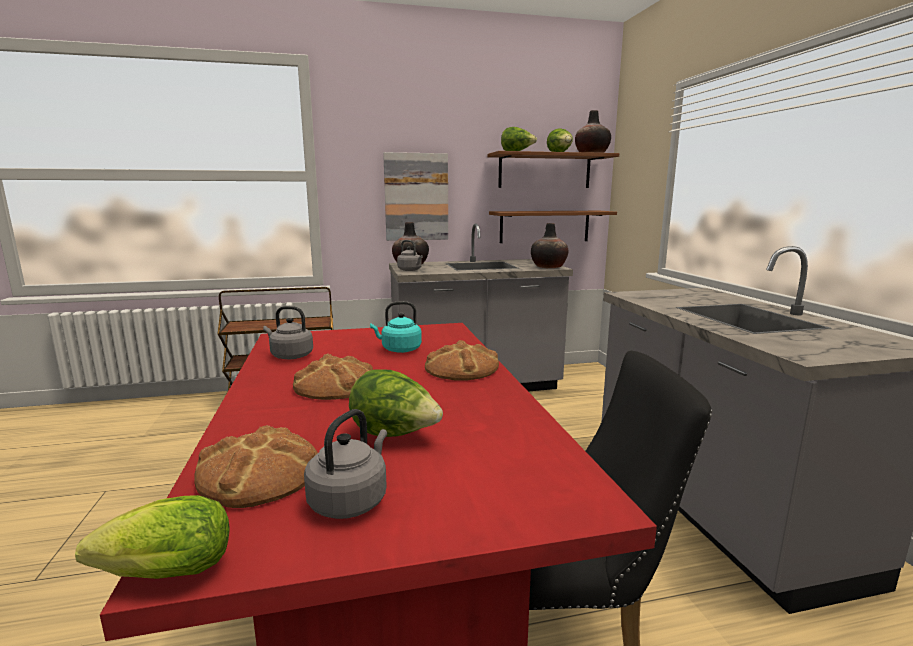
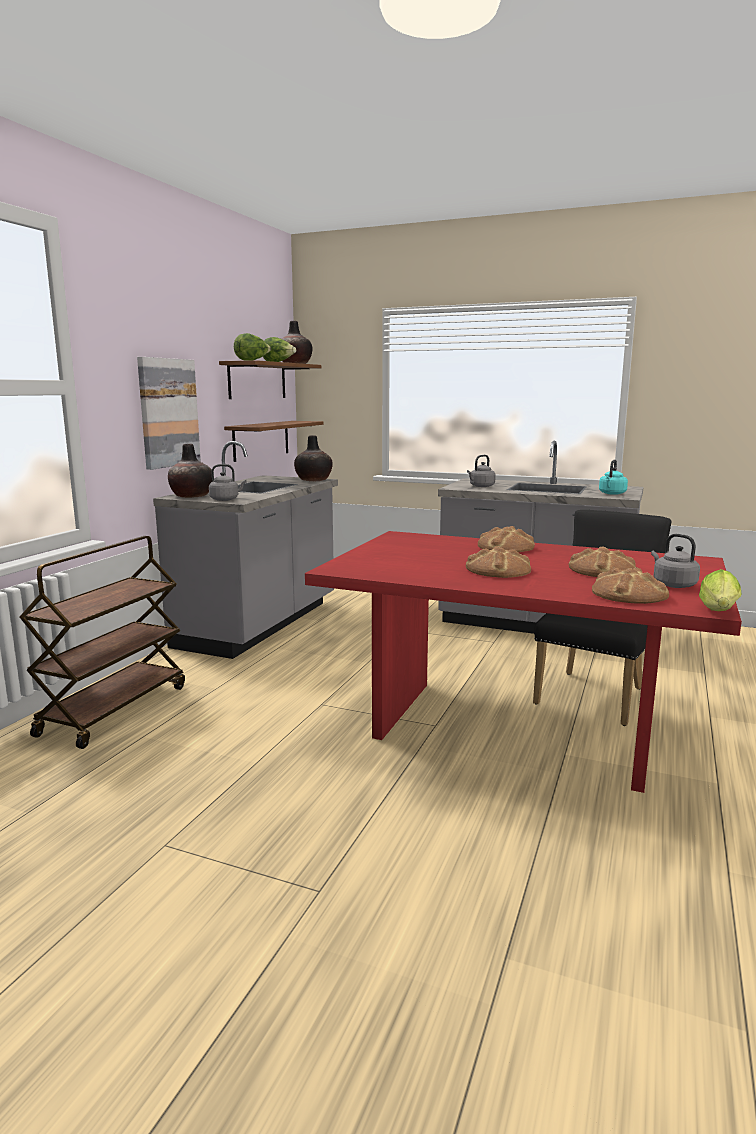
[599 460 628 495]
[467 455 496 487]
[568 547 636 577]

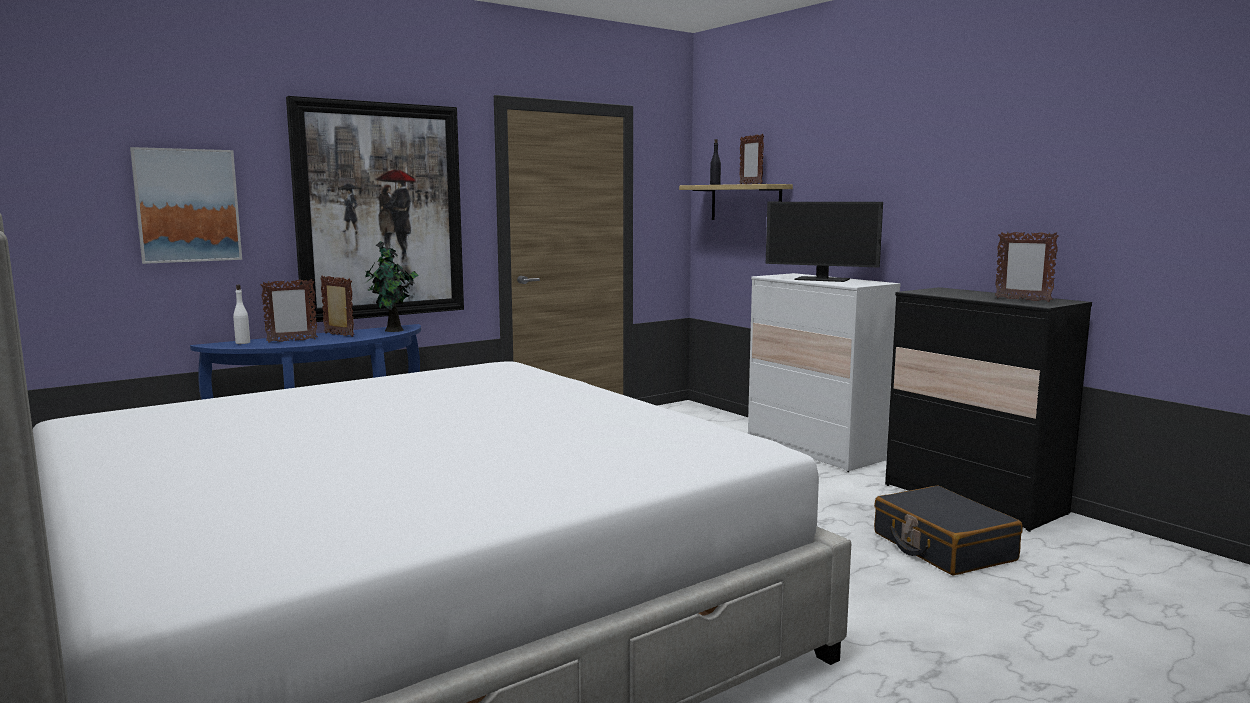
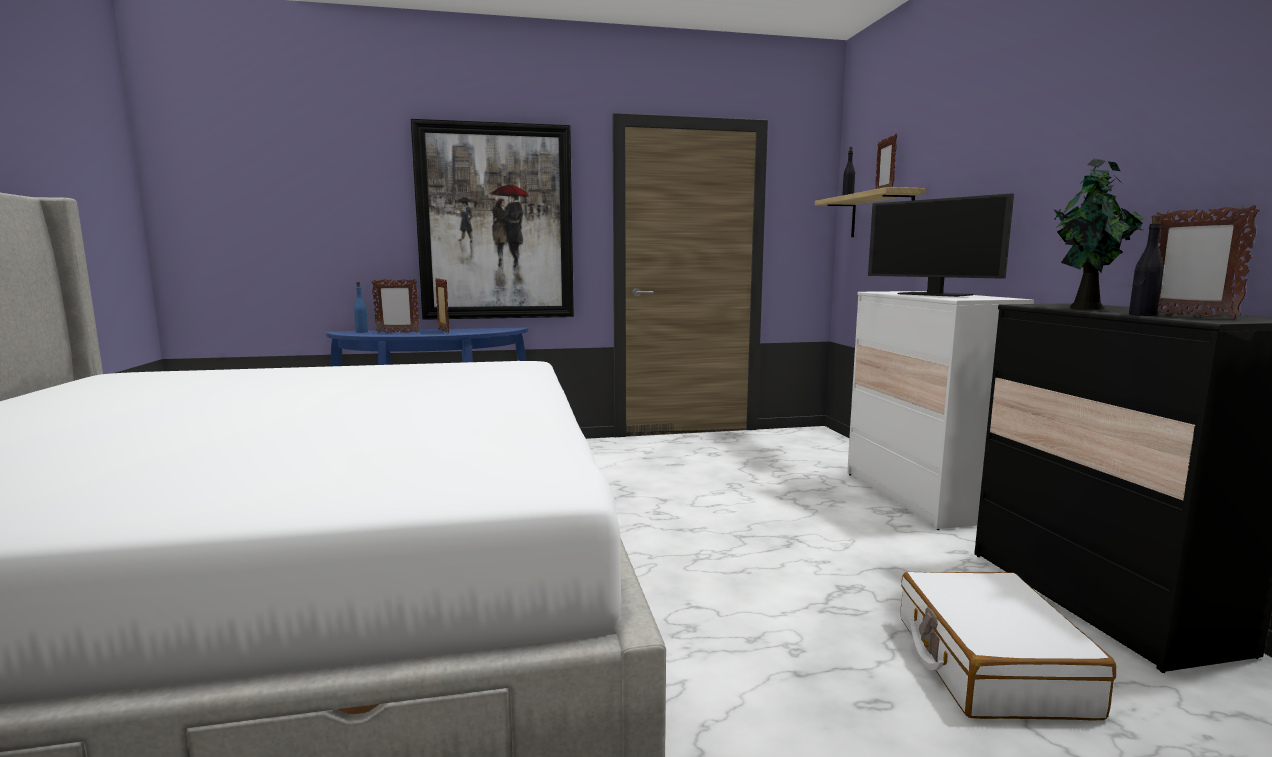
[130 147 242 264] (first image)
[1054 158 1144 310]
[354 282 368 333]
[901 572 1116 720]
[1129 215 1163 316]

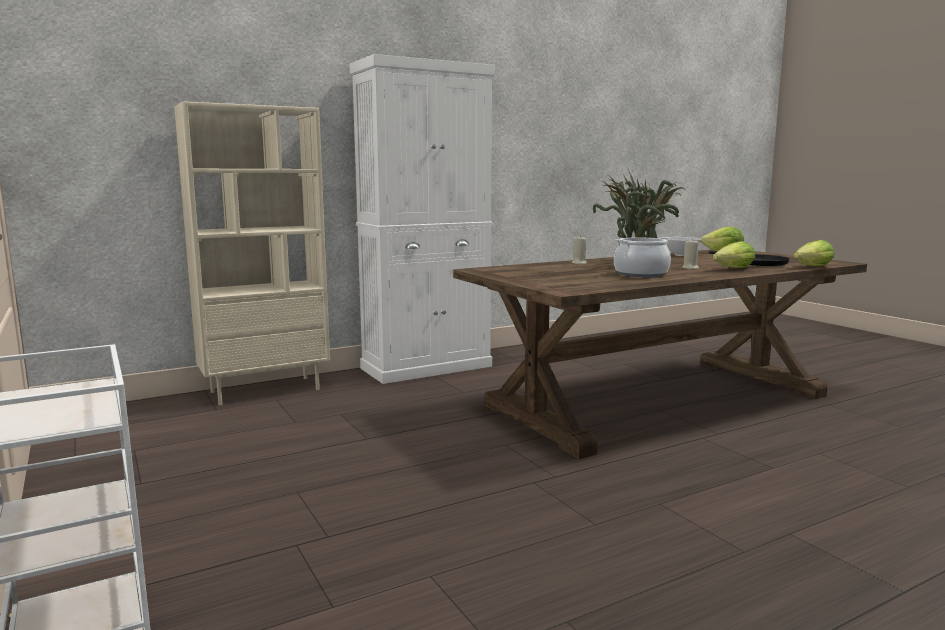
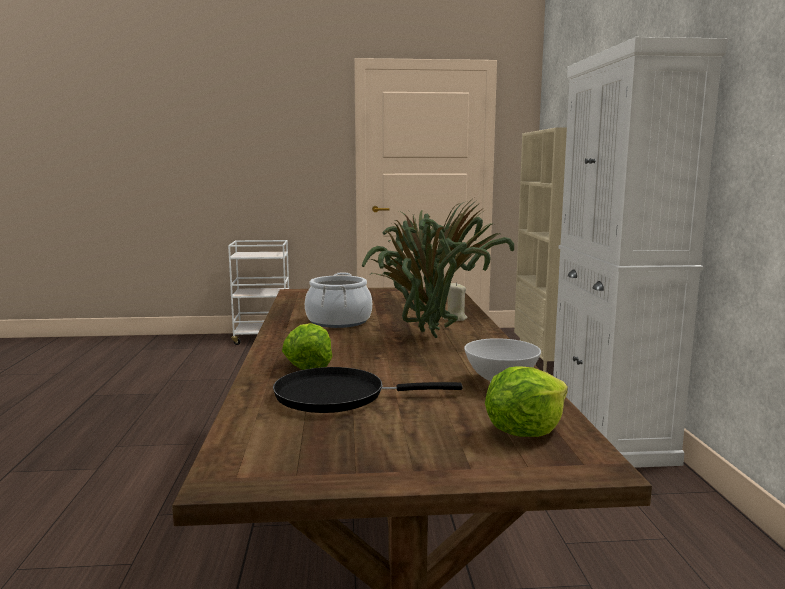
[682 239 699 269] (first image)
[793 240 835 266] (first image)

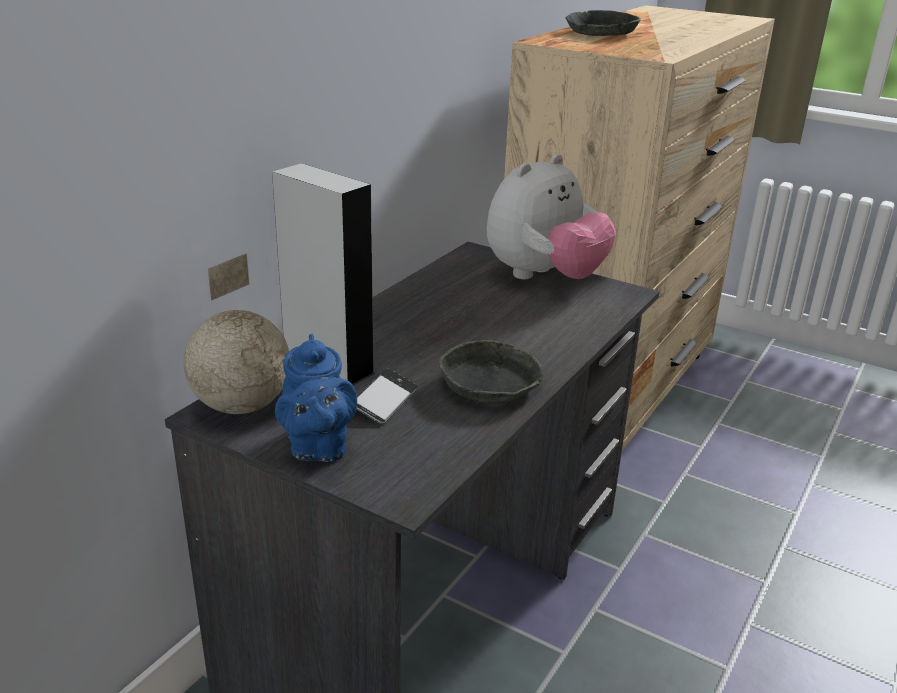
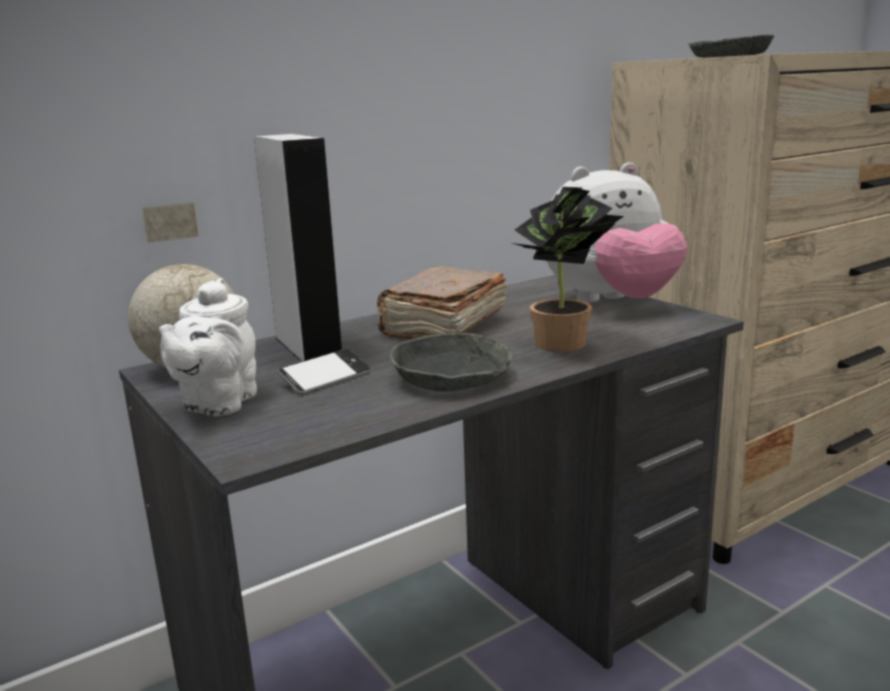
[159 278 257 416]
[512 187 624 352]
[377 266 507 339]

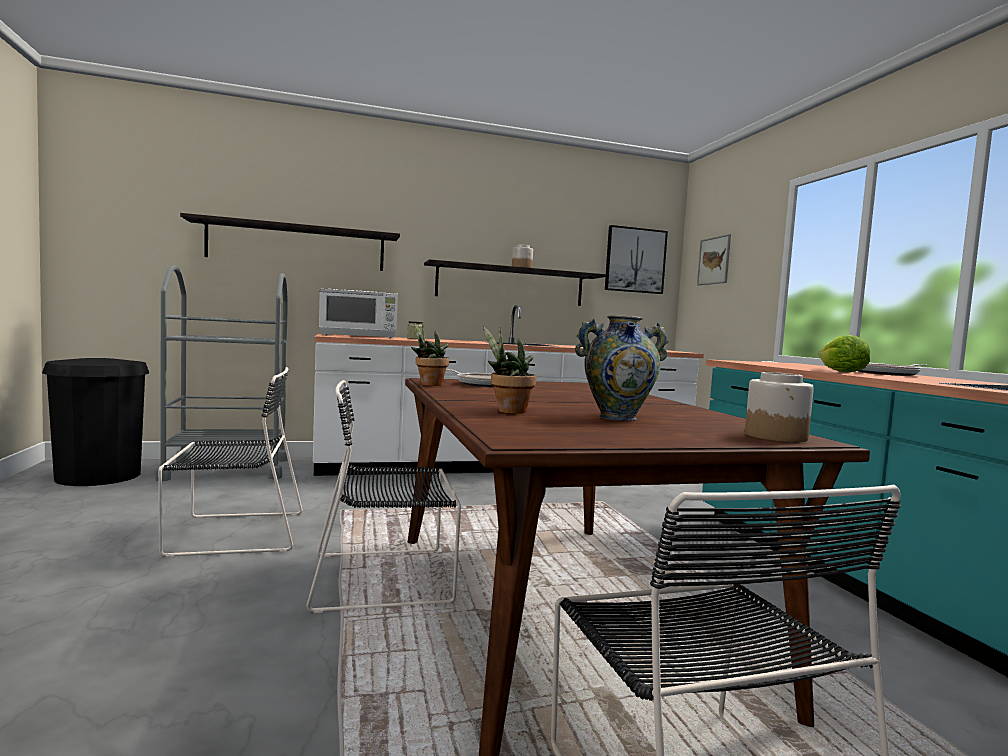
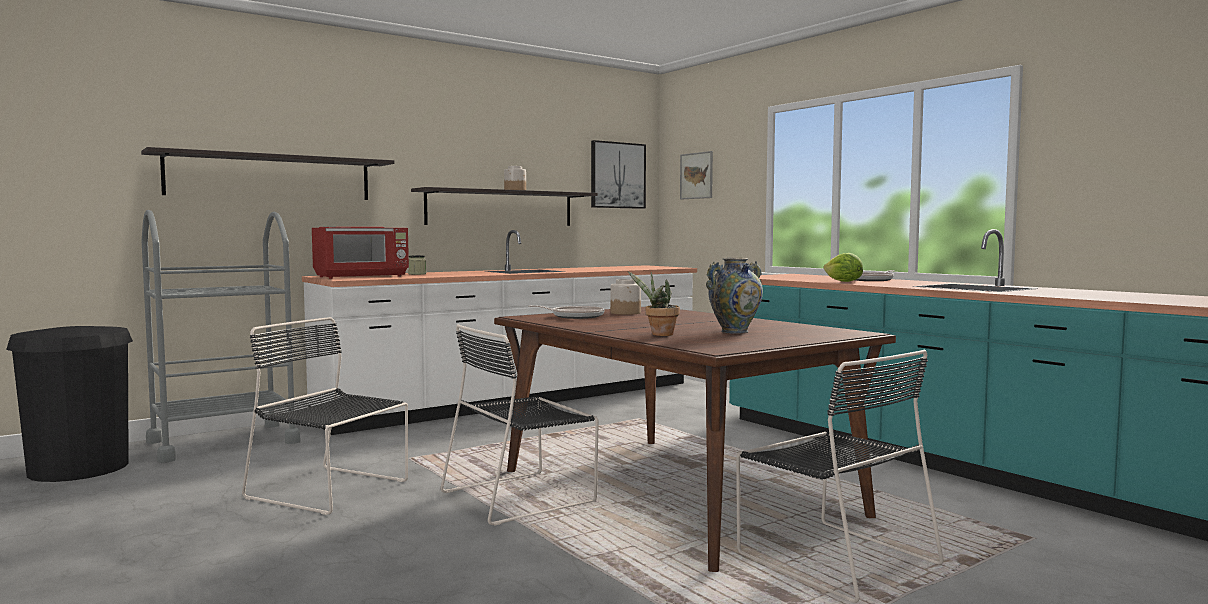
[312 227 409 279]
[411 323 449 386] (first image)
[242 317 408 515]
[610 279 641 315]

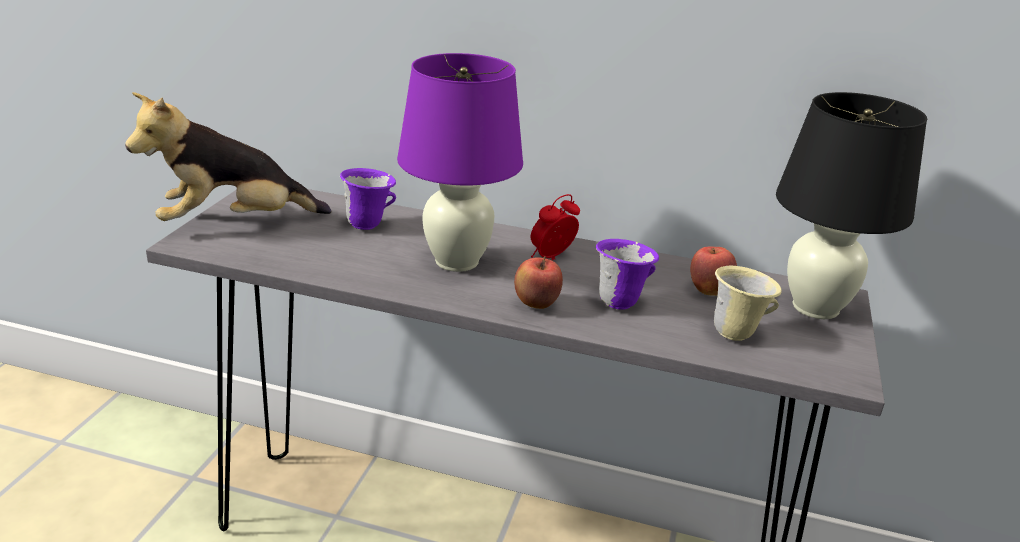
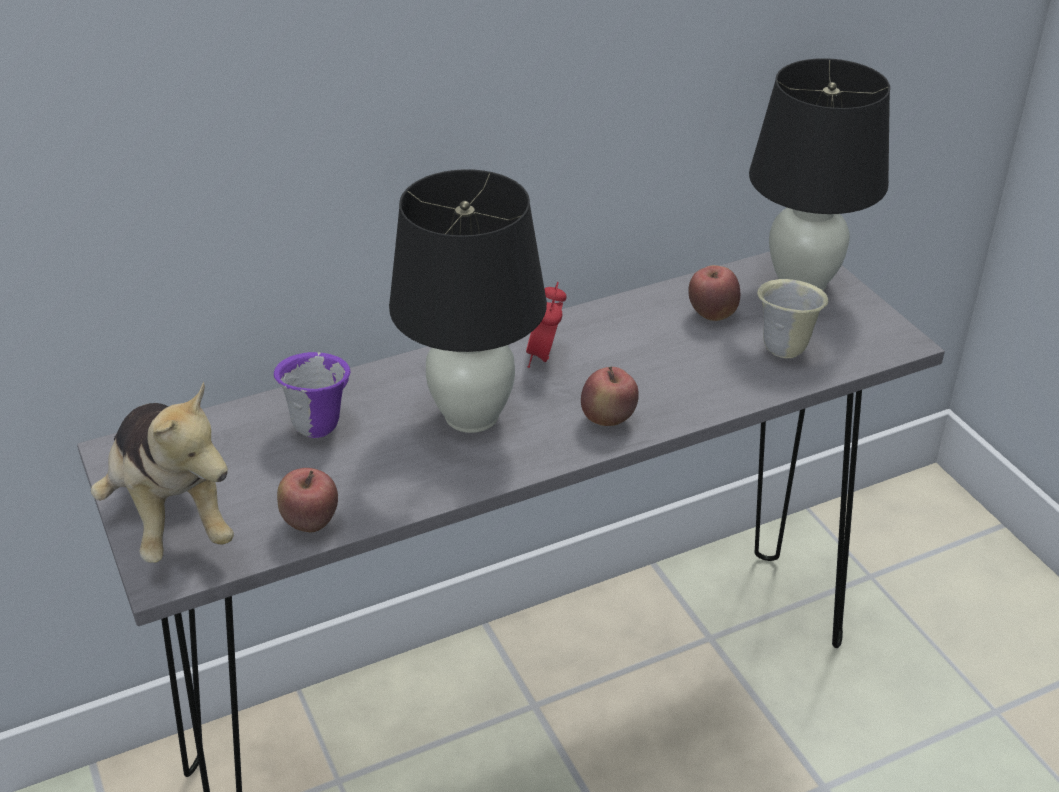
[389 169 547 433]
[91 382 234 563]
[596 239 659 310] (first image)
[277 468 338 532]

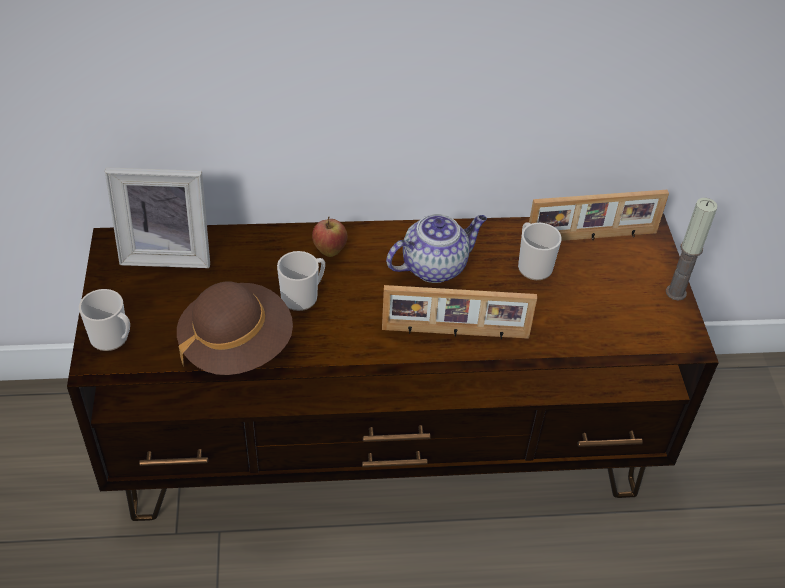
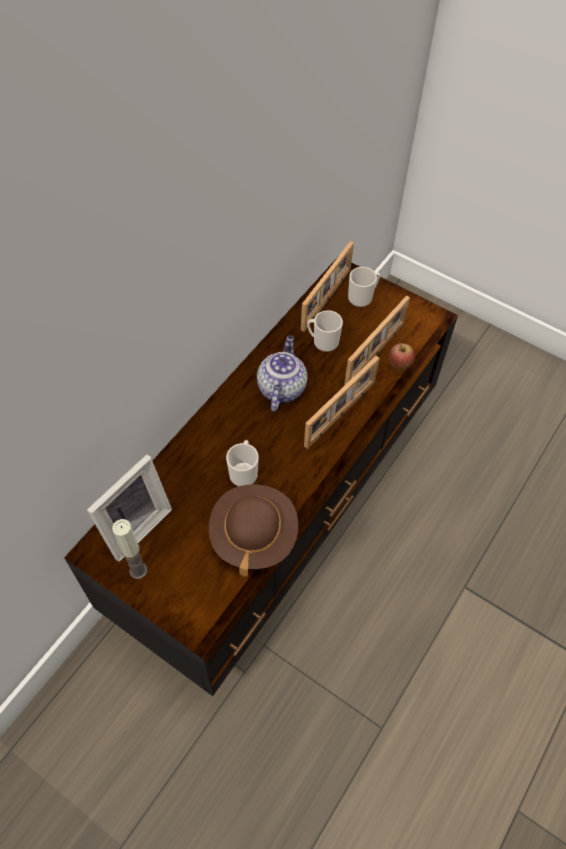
[112 519 147 579]
[389 343 415 370]
[348 267 380 307]
[344 296 410 385]

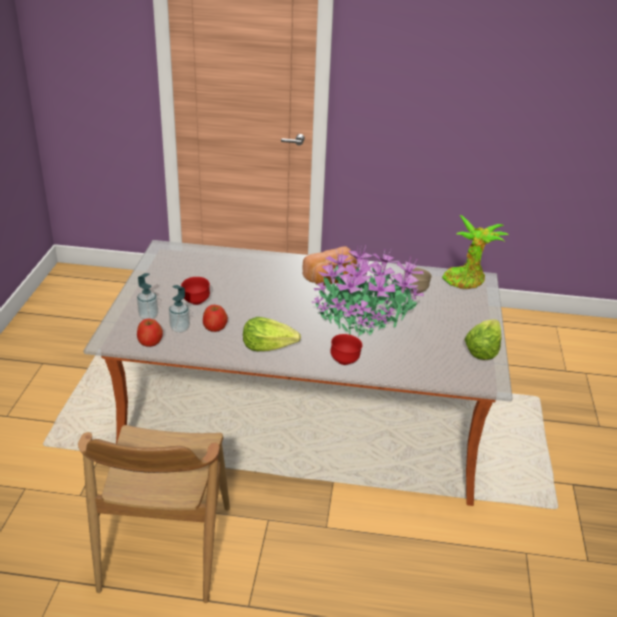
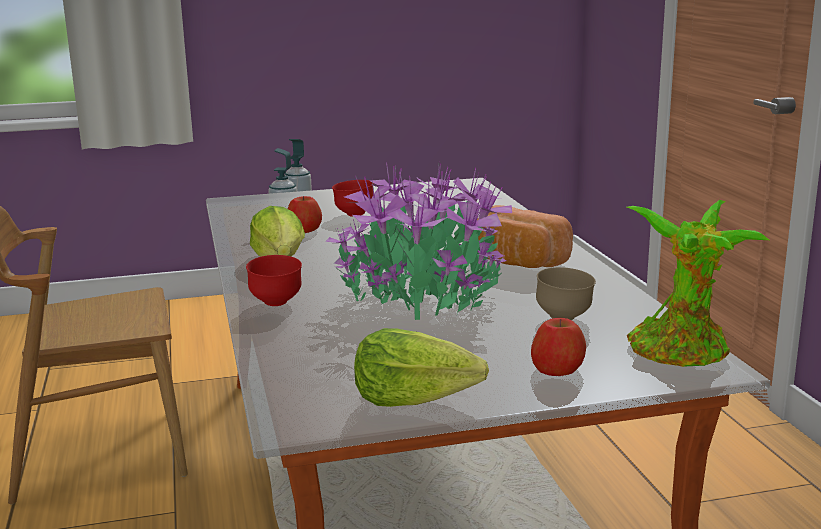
[531 318 586 376]

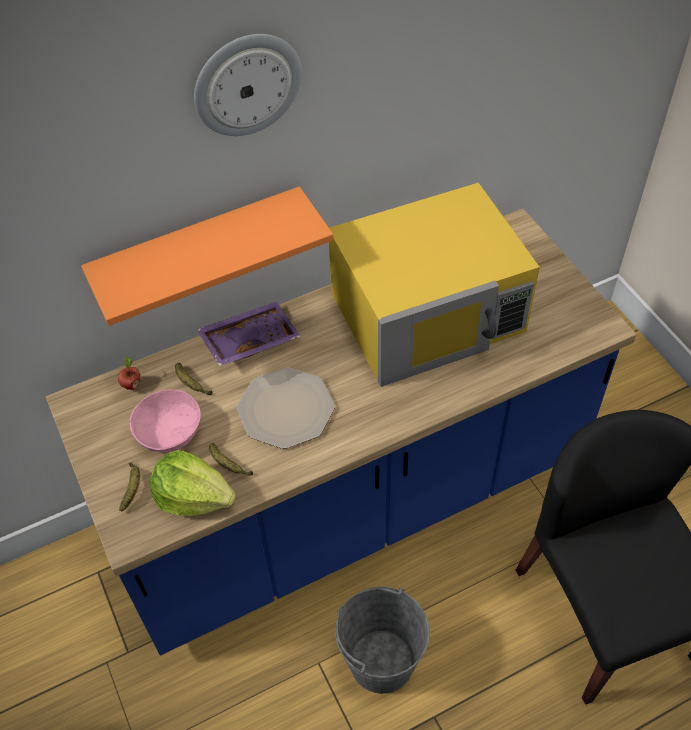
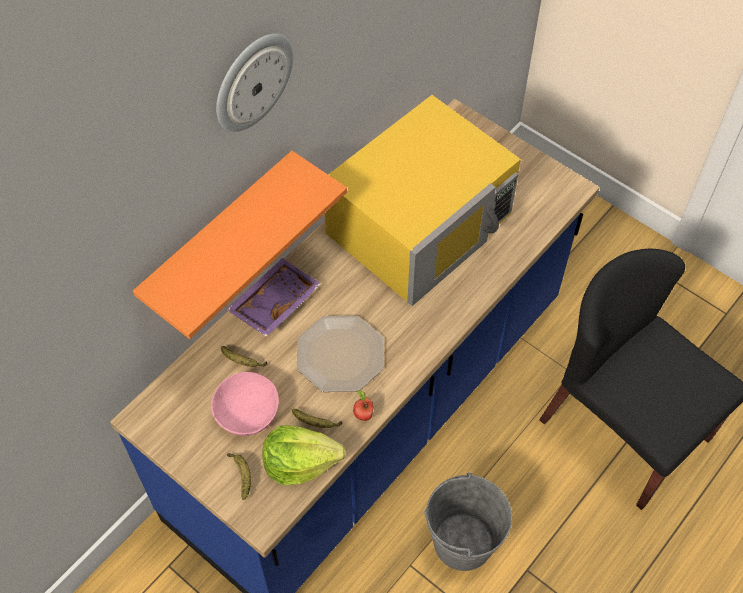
[353 390 374 421]

